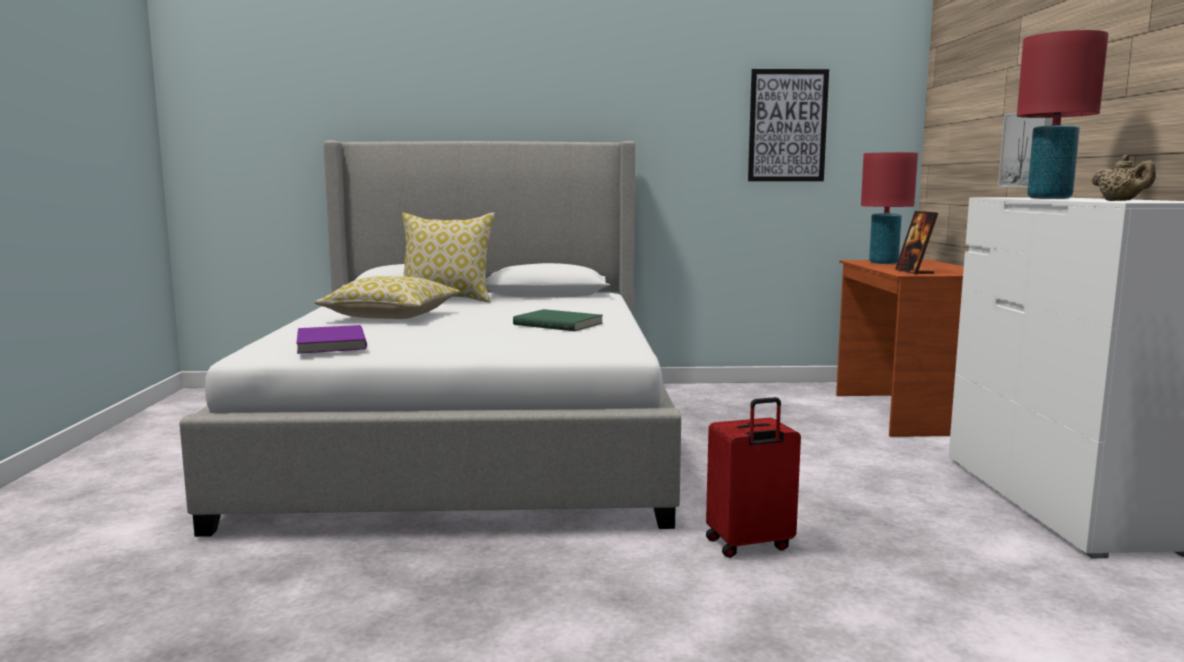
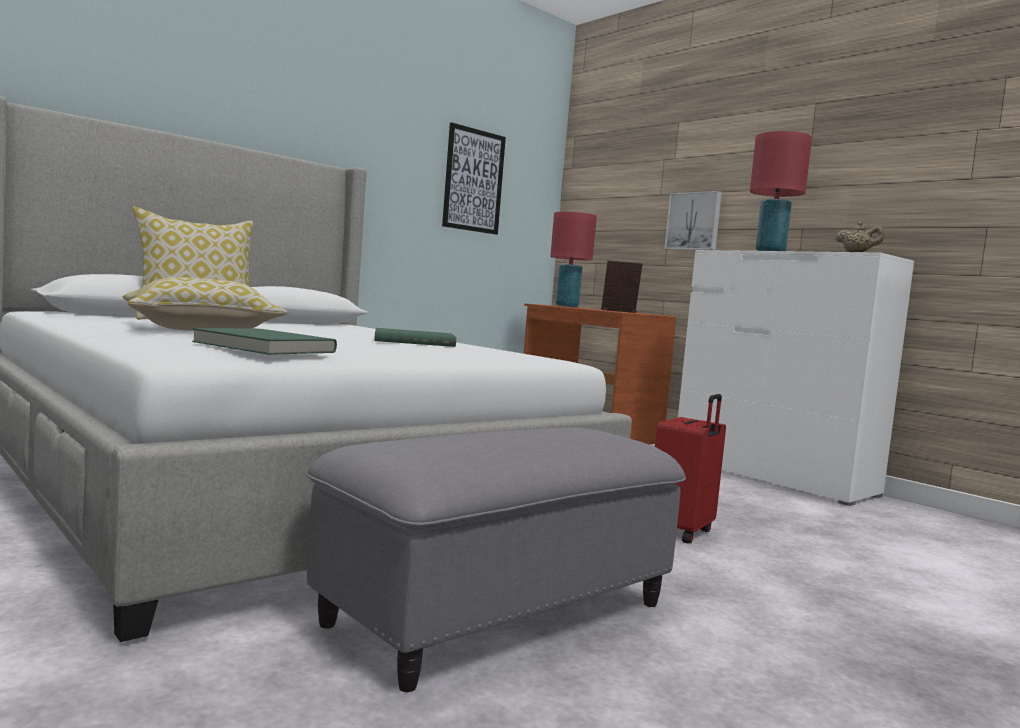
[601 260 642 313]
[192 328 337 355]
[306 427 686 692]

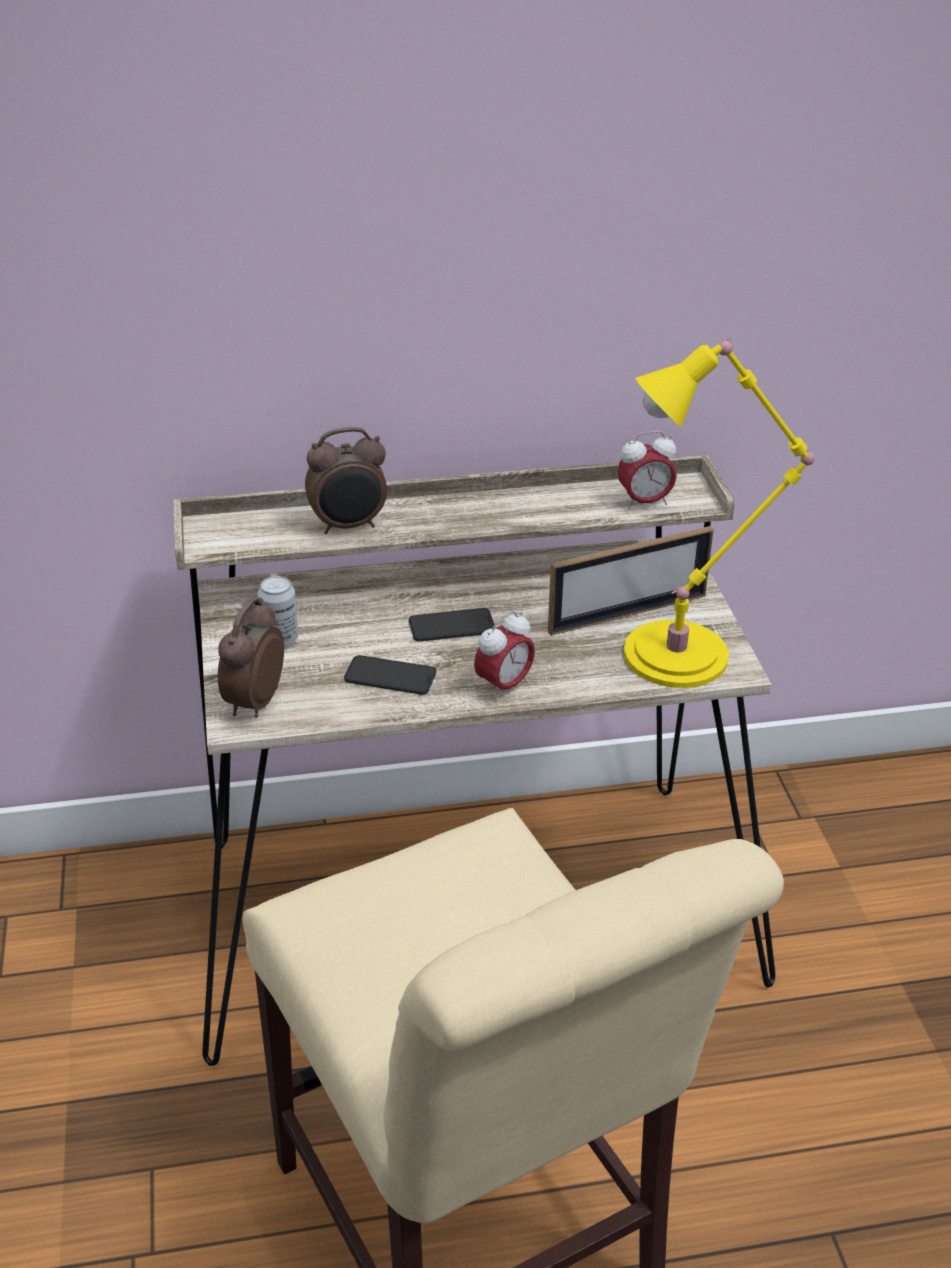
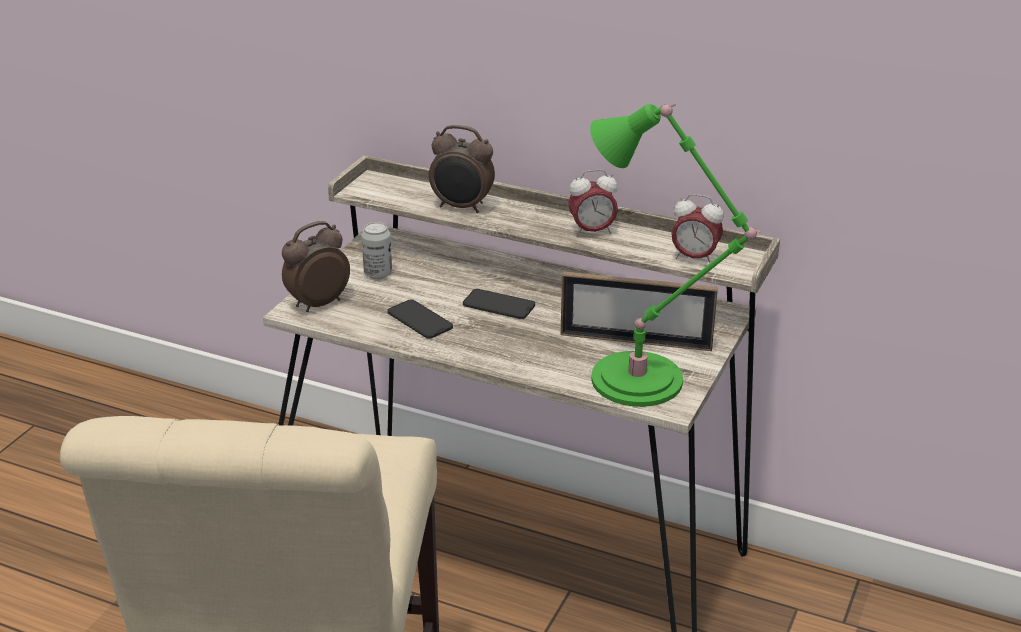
[590 104 761 407]
[568 169 618 237]

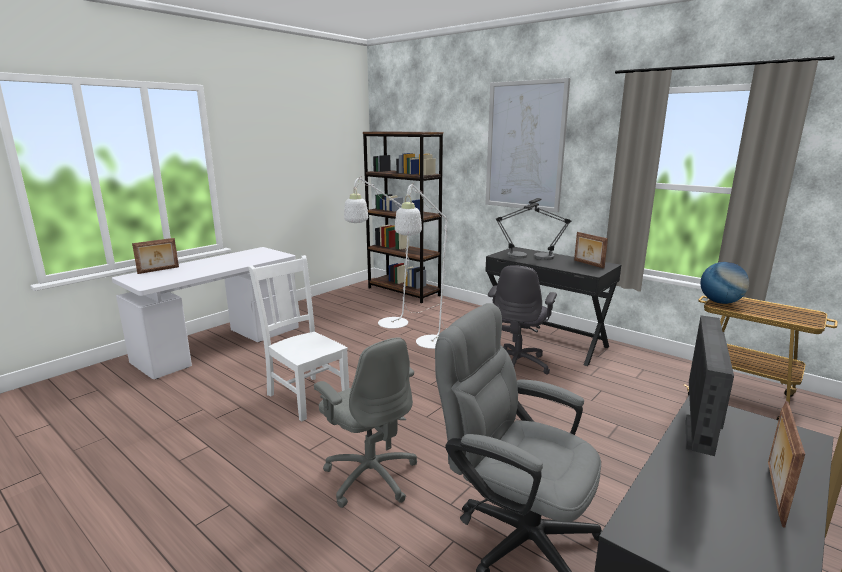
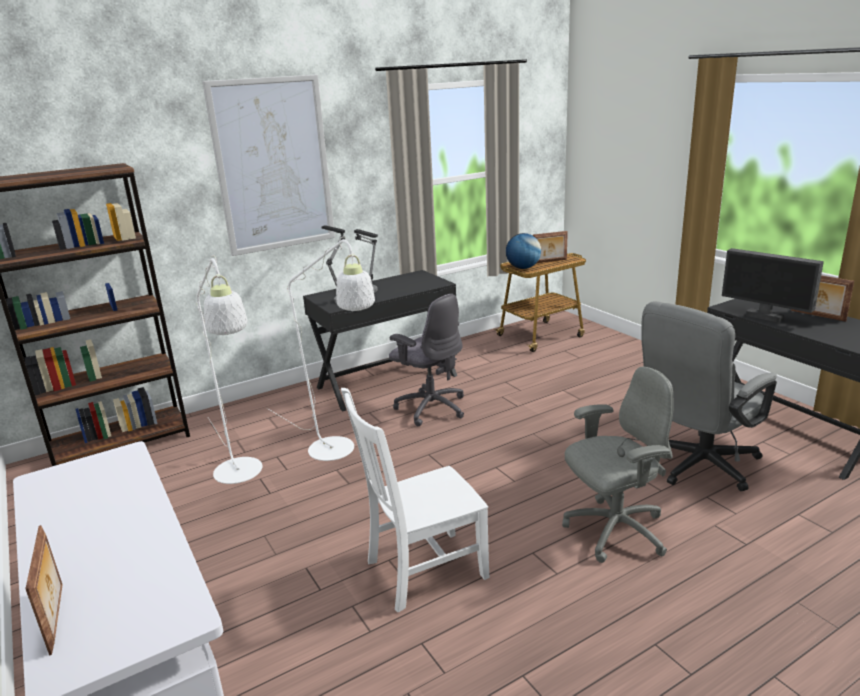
[533 231 568 263]

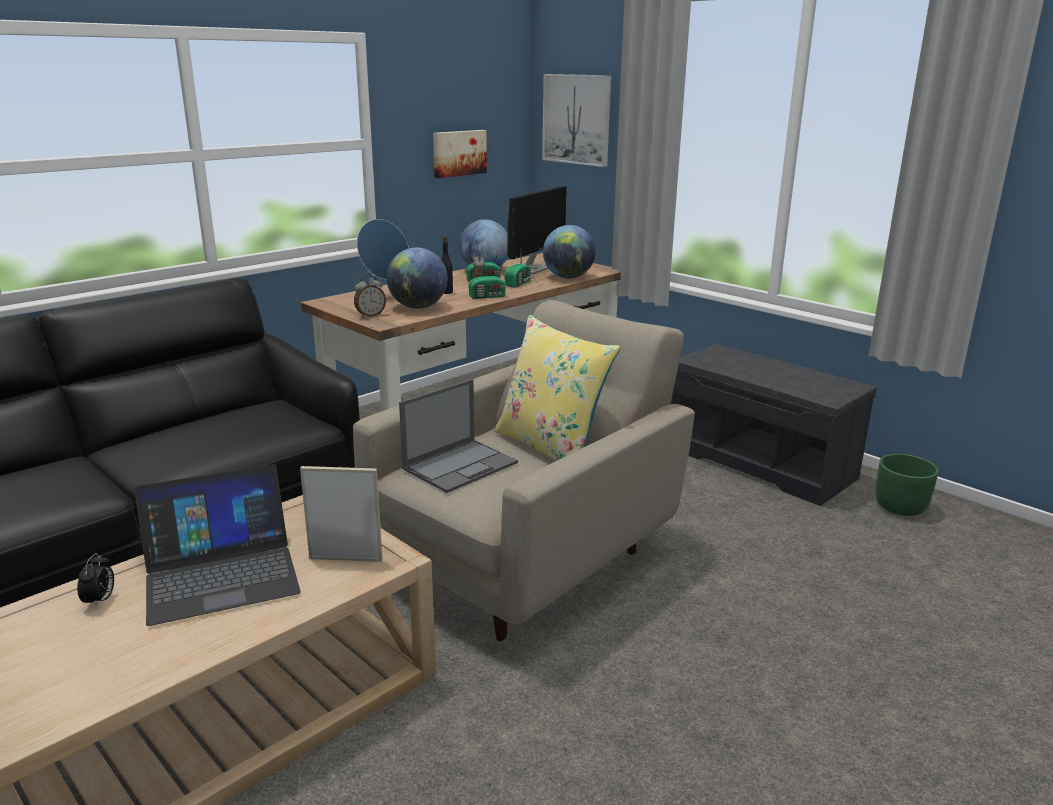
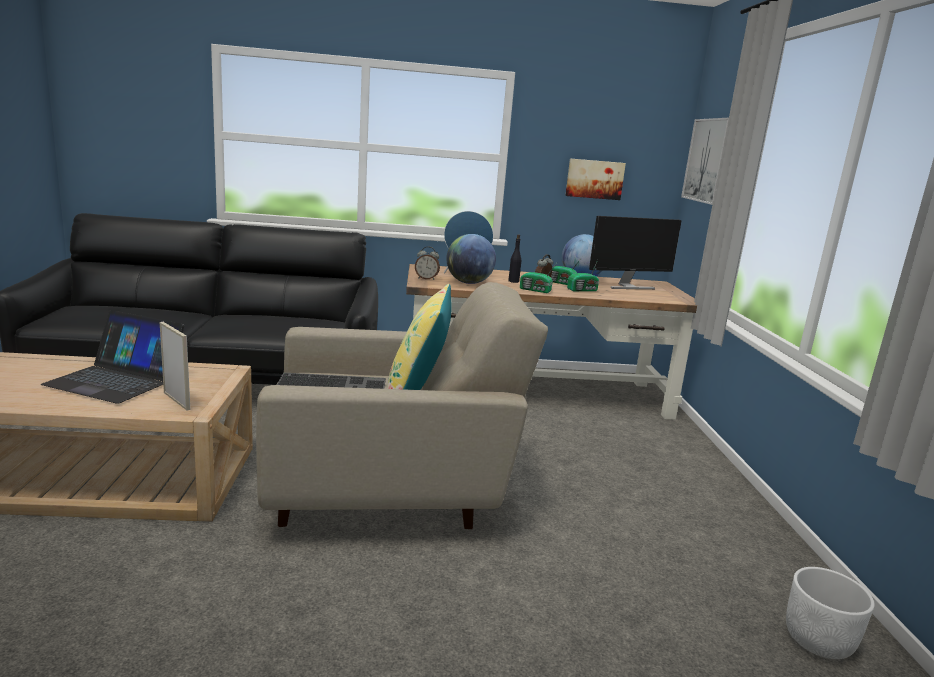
[543 225 596 278] (first image)
[671 344 877 506] (first image)
[277 372 386 389]
[786 567 875 659]
[77 553 114 609] (first image)

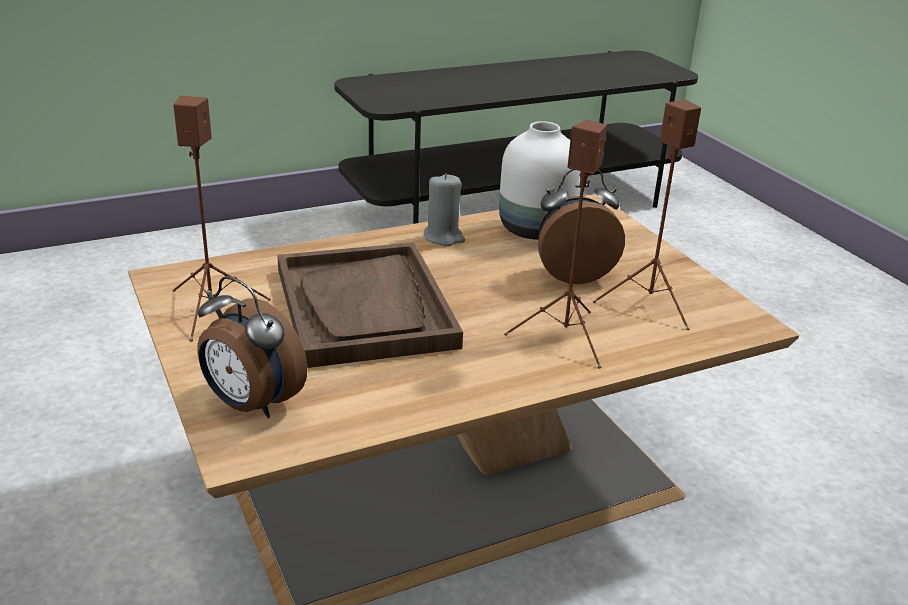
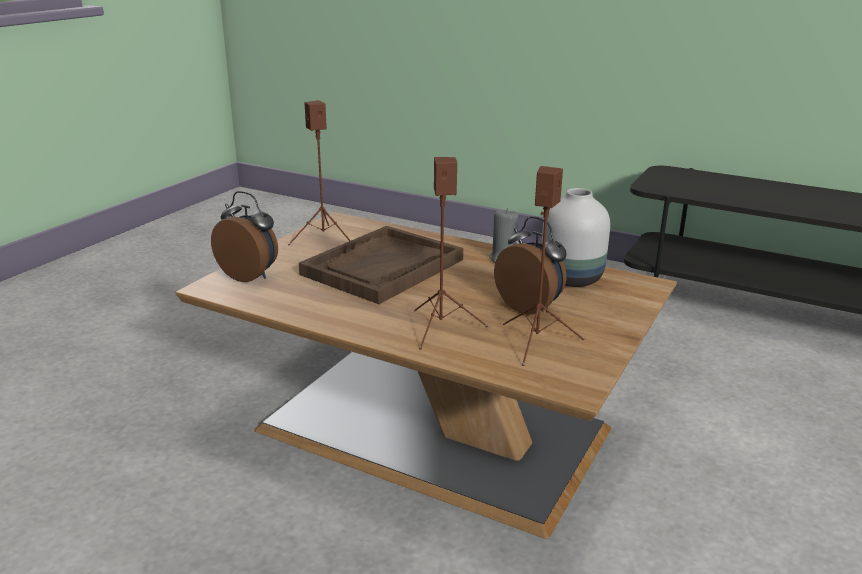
[211 191 278 282]

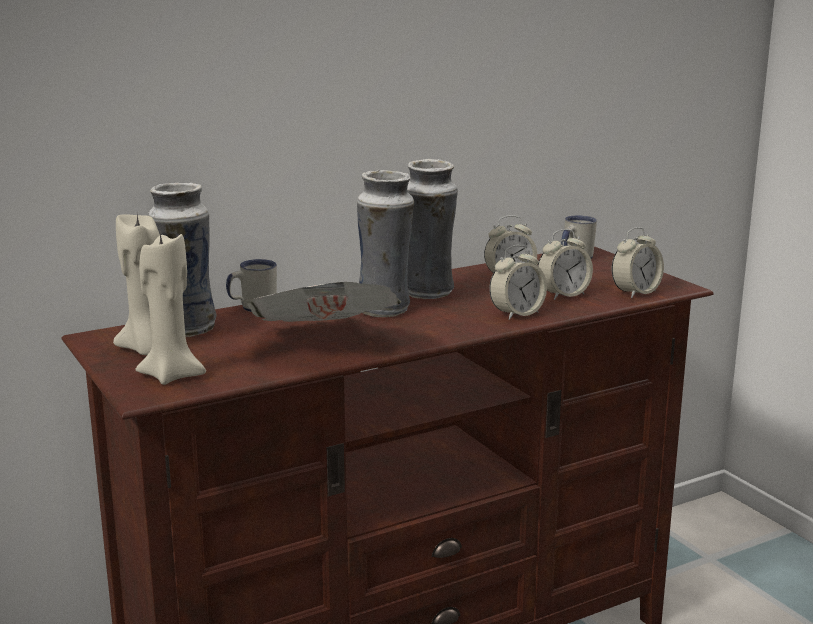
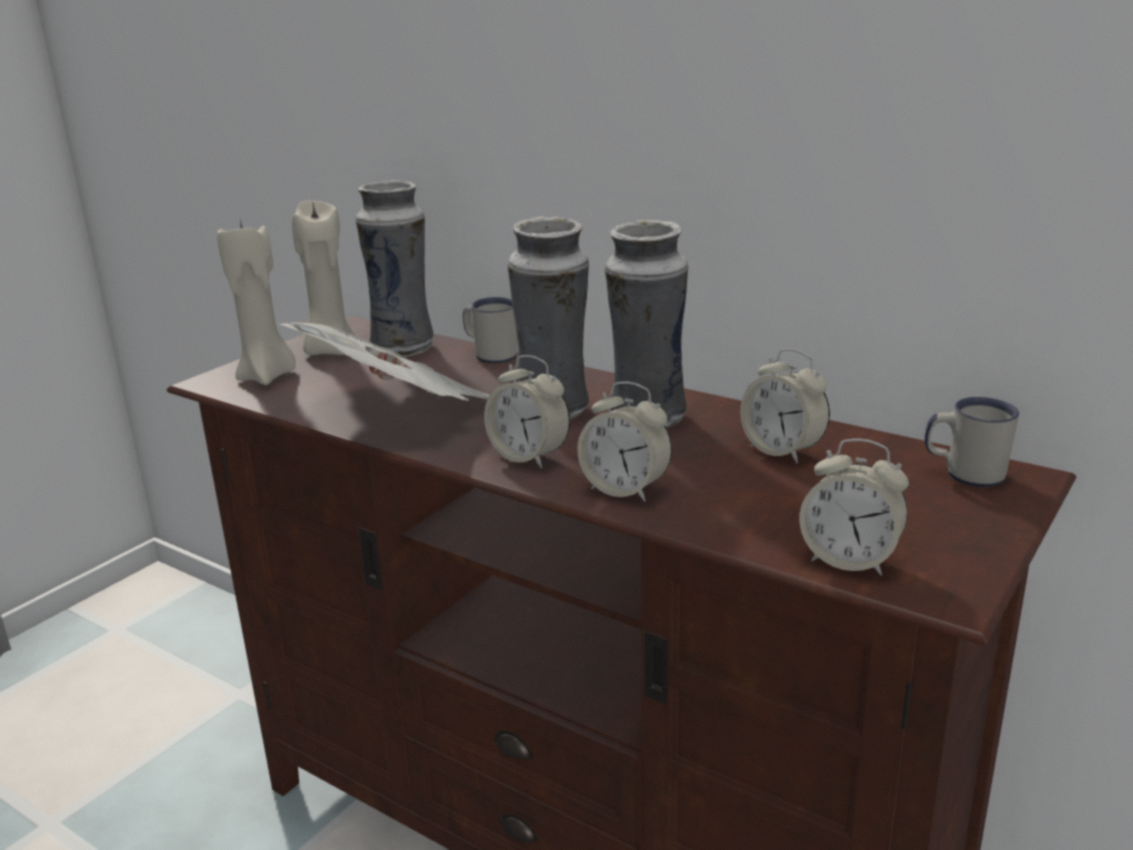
[484 355 570 468]

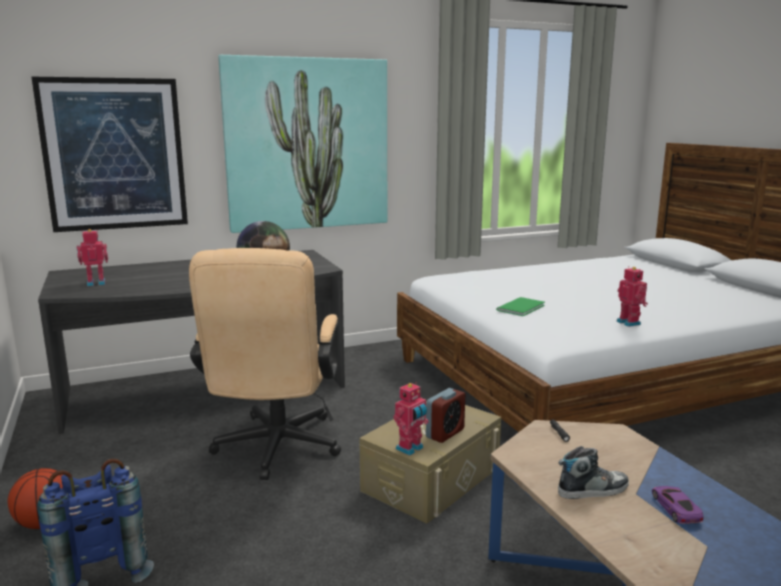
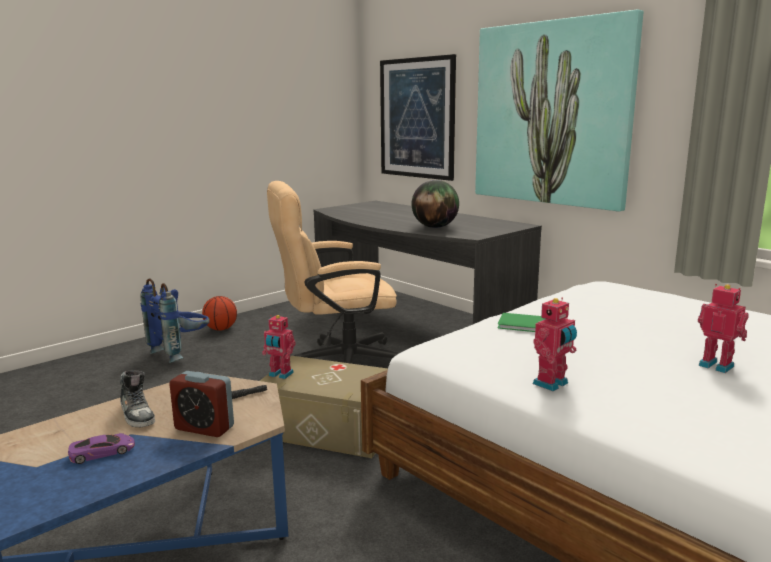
[698 284 749 373]
[169 371 234 437]

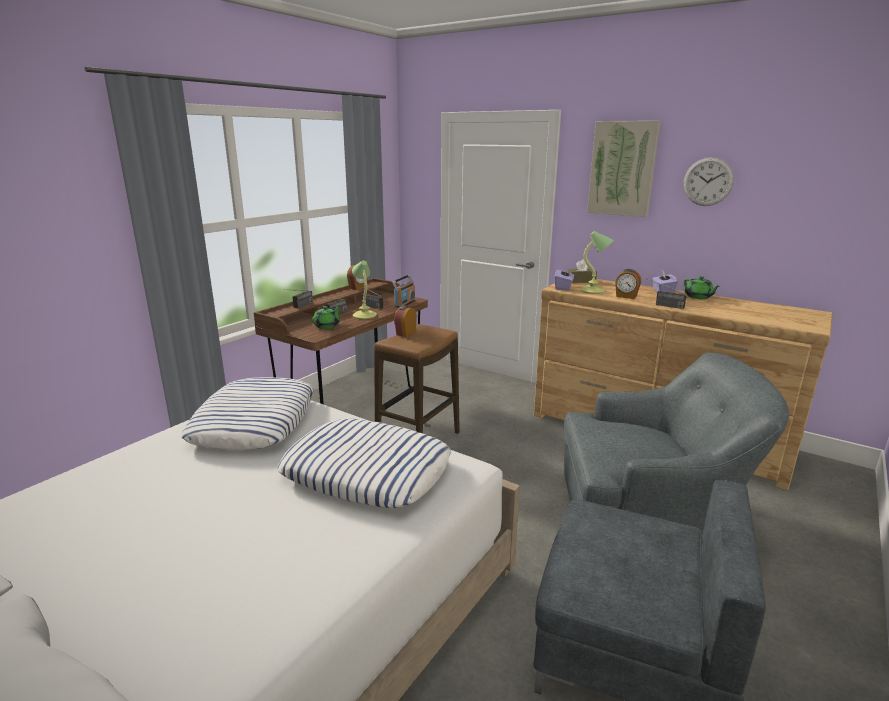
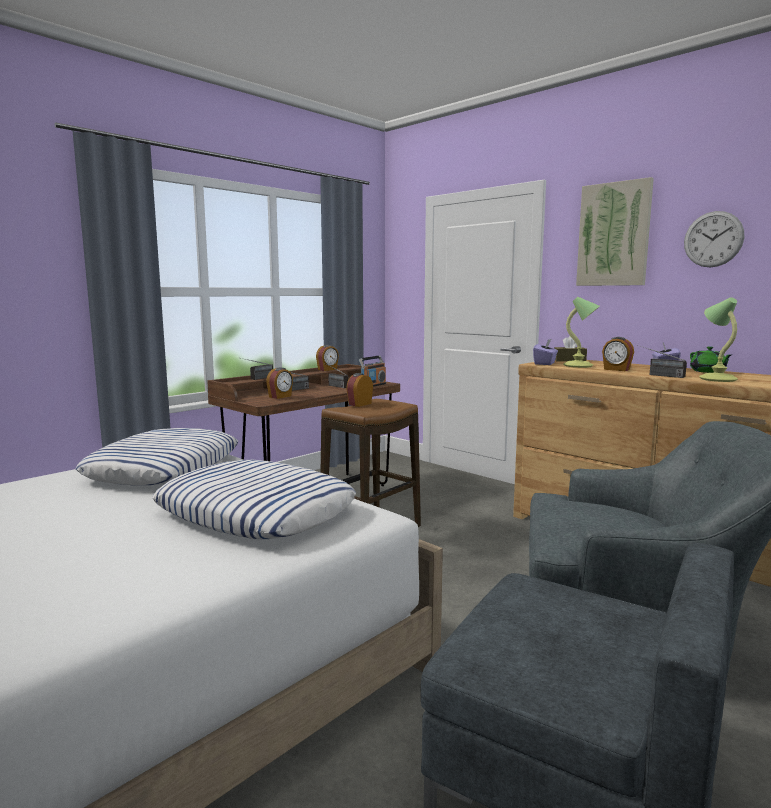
[699 297 738 382]
[266 367 293 399]

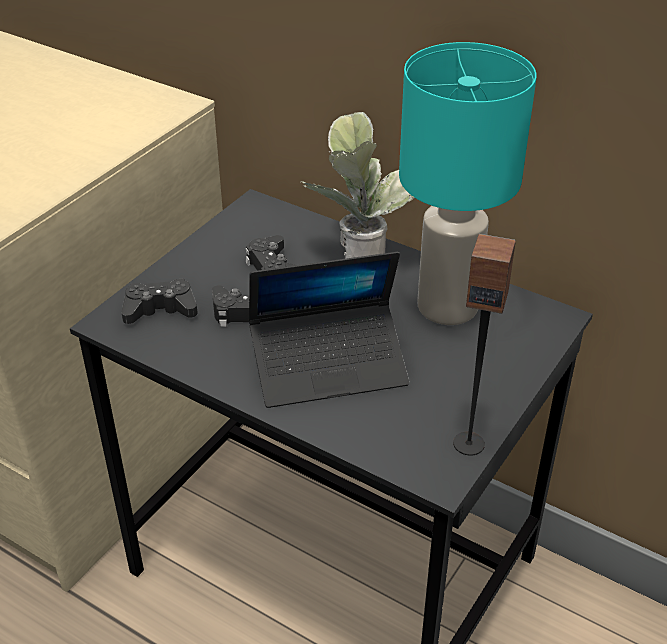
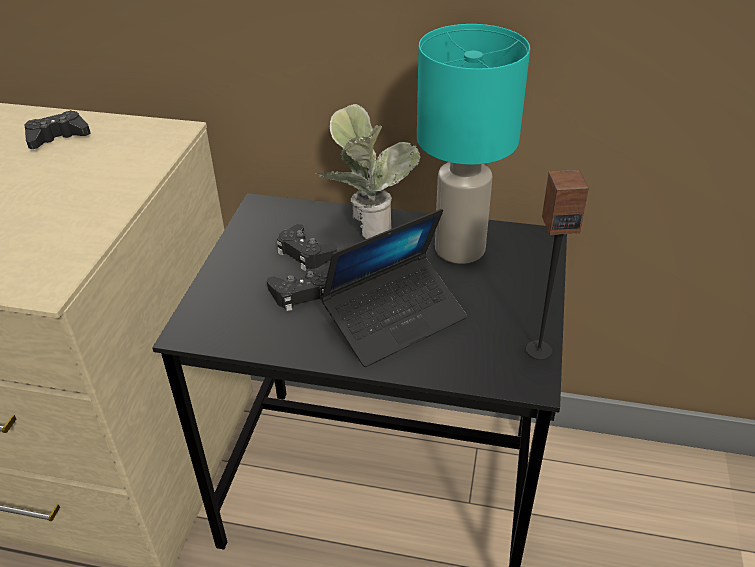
[24 110 90 149]

